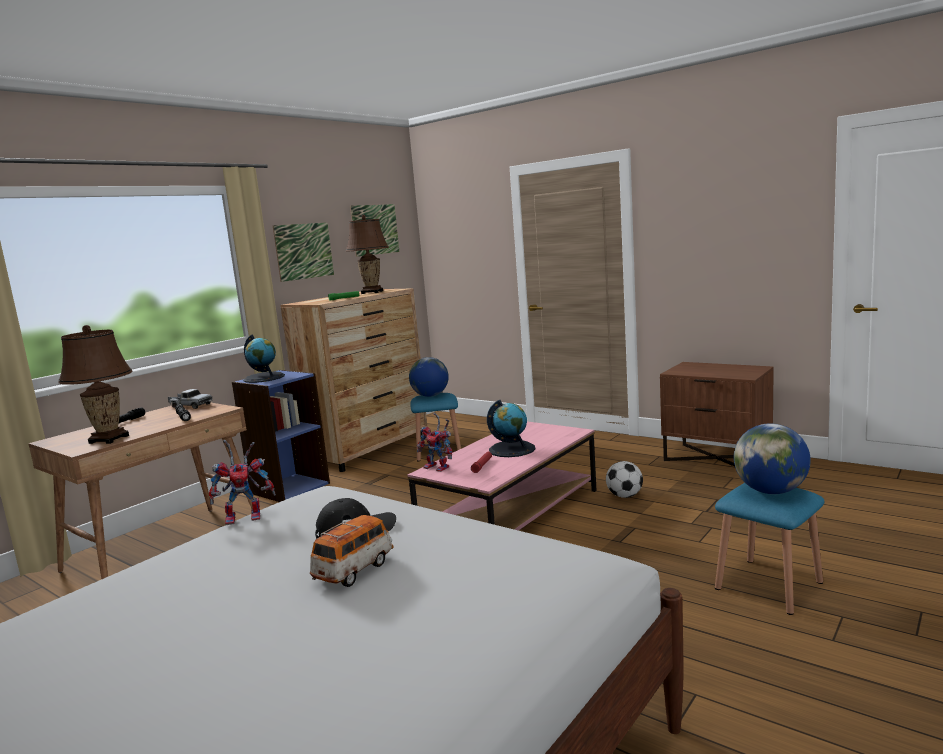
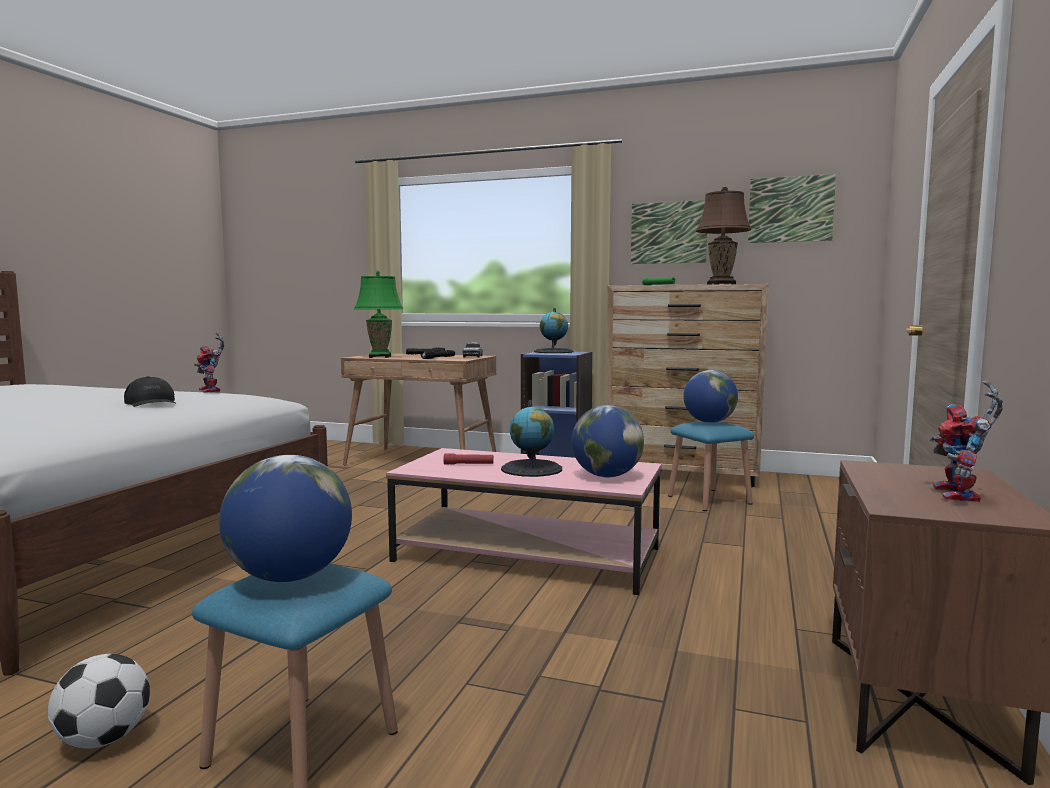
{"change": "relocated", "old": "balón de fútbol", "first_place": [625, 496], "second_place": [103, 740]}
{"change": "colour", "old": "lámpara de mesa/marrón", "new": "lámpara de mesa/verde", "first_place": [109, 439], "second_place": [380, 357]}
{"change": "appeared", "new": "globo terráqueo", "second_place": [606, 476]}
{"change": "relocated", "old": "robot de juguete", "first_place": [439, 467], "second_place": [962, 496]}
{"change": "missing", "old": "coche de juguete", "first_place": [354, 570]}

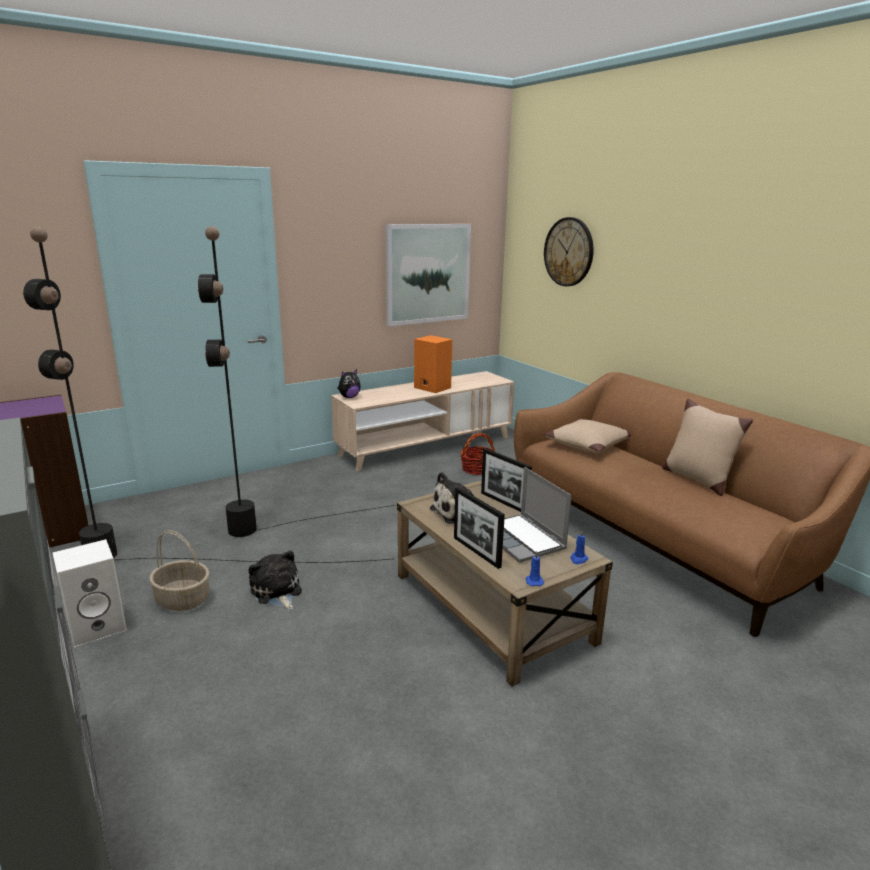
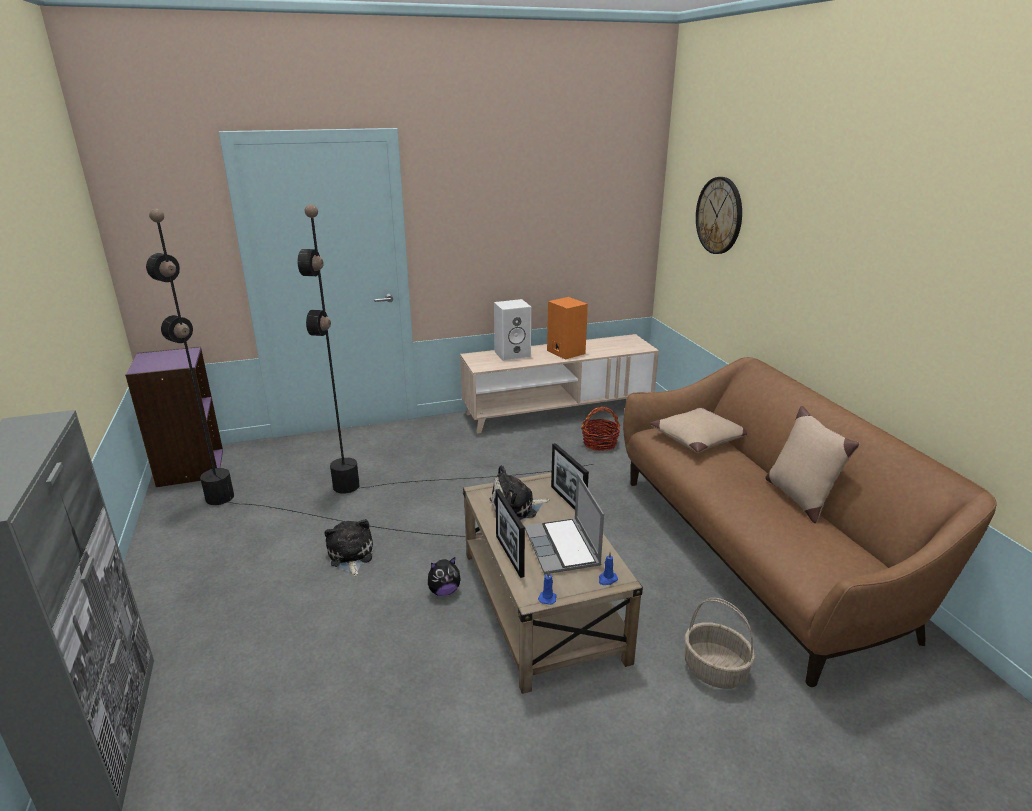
{"change": "relocated", "old": "peluche", "first_place": [349, 397], "second_place": [444, 591]}
{"change": "relocated", "old": "altavoz/blanco", "first_place": [98, 626], "second_place": [513, 354]}
{"change": "relocated", "old": "cesta", "first_place": [183, 599], "second_place": [715, 670]}
{"change": "missing", "old": "cuadro", "first_place": [428, 274]}

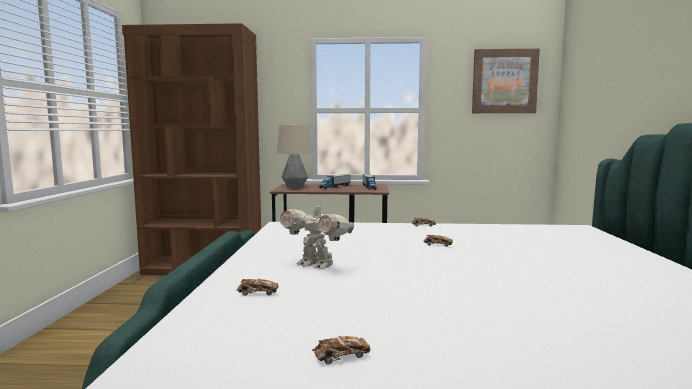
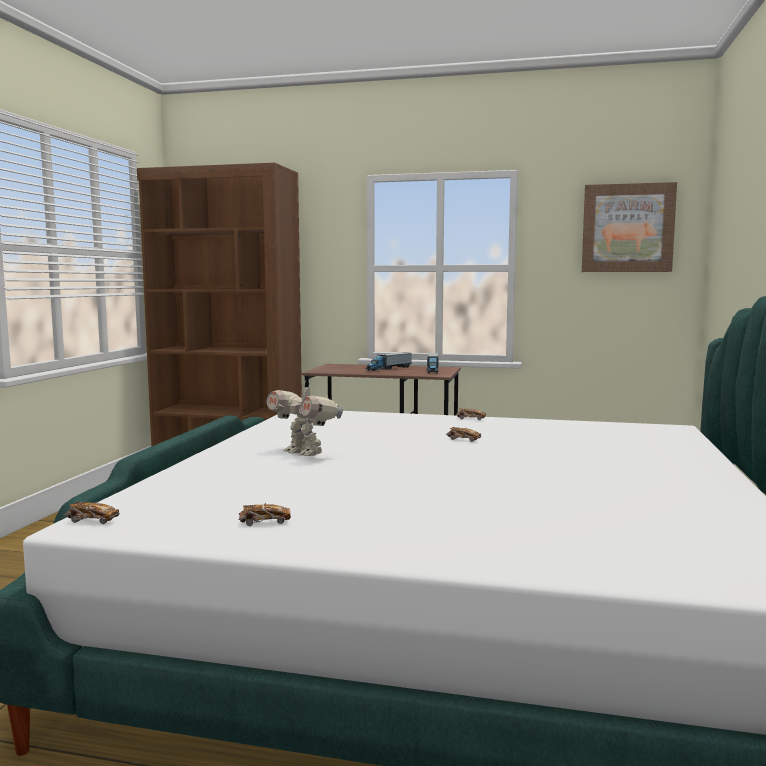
{"change": "relocated", "old": "coche de juguete", "first_place": [257, 293], "second_place": [92, 521]}
{"change": "missing", "old": "lámpara de mesa", "first_place": [294, 187]}

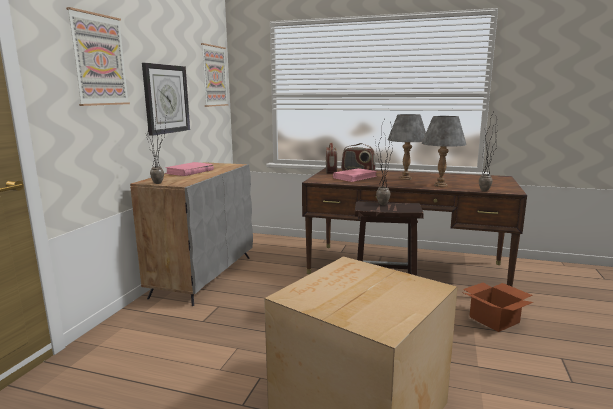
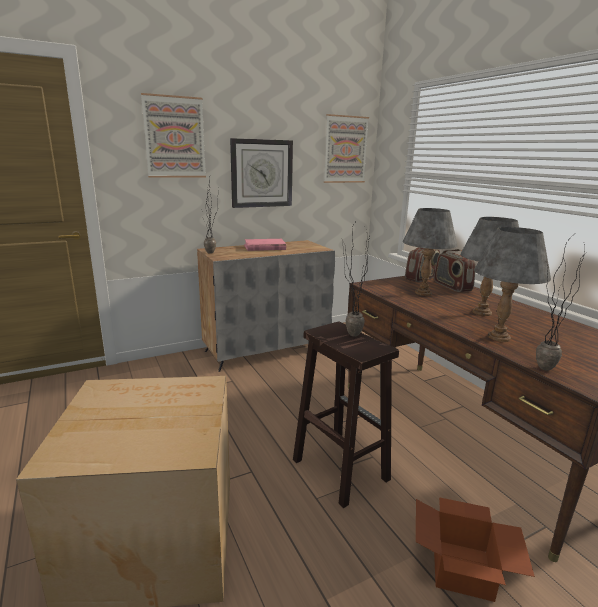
{"change": "exchanged", "old": "libro/rosa", "new": "lámpara de mesa/gris", "first_place": [355, 177], "second_place": [423, 293]}

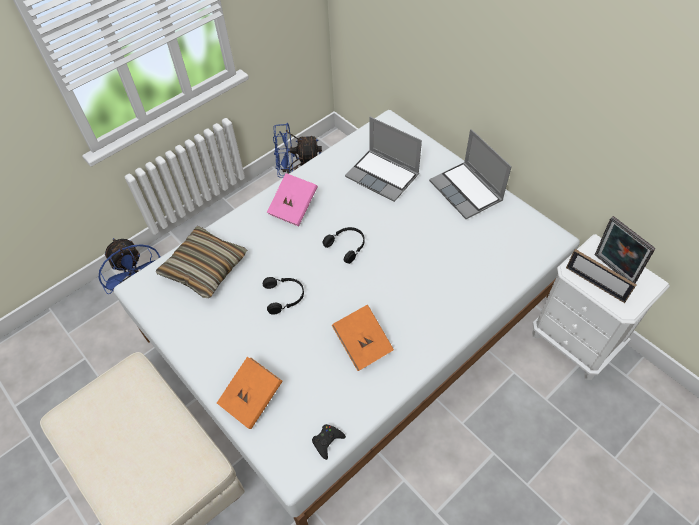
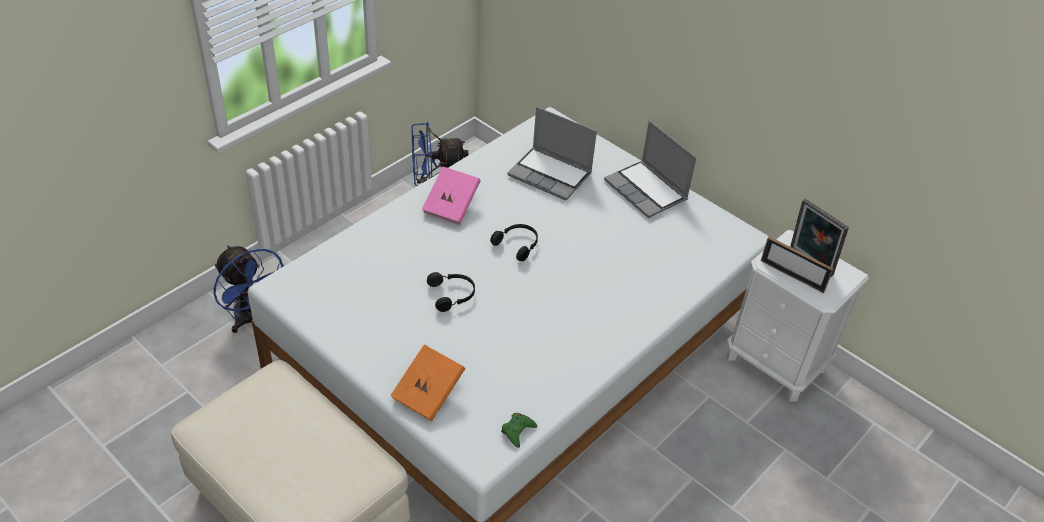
{"change": "colour", "old": "mando de consola/negro", "new": "mando de consola/verde", "first_place": [327, 441], "second_place": [517, 431]}
{"change": "missing", "old": "cojín", "first_place": [205, 268]}
{"change": "missing", "old": "libro/naranja", "first_place": [363, 344]}

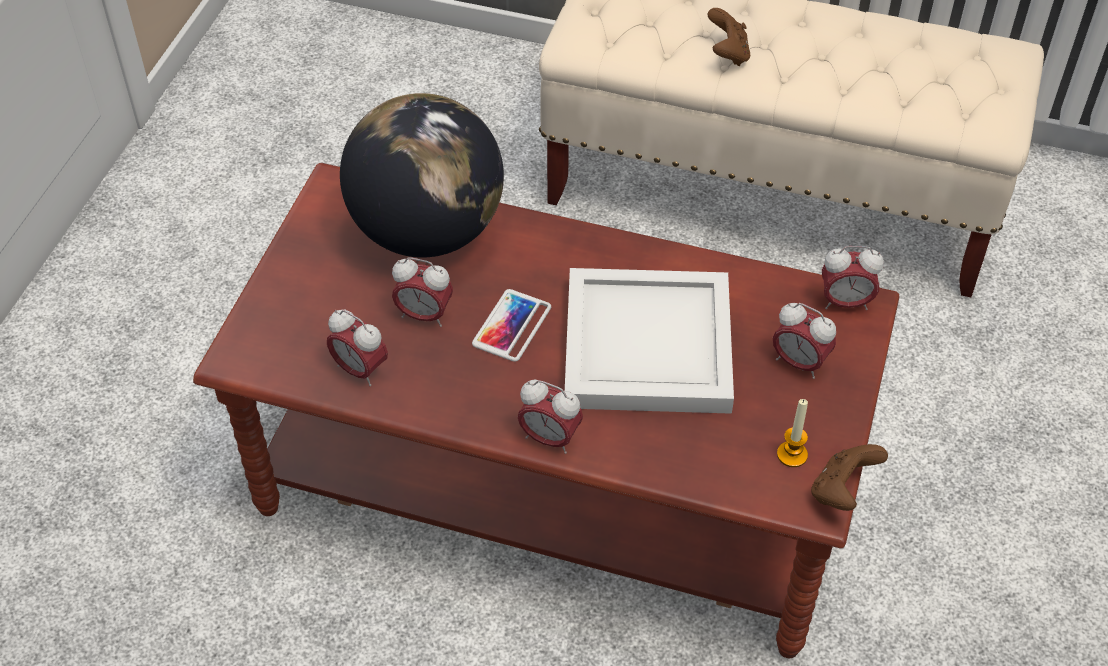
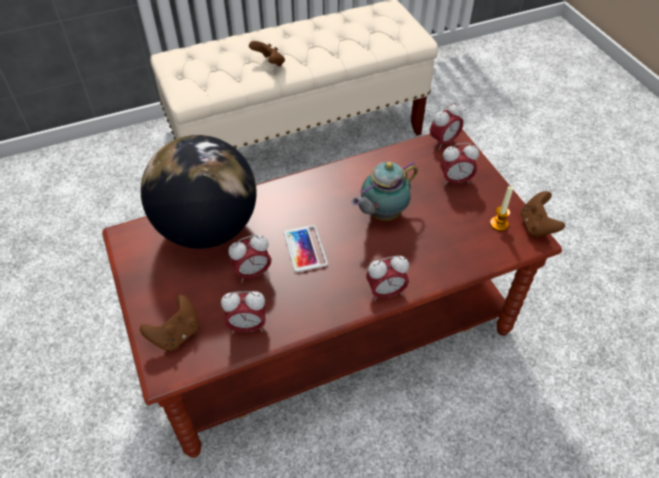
{"change": "appeared", "new": "mando de consola/marrón", "second_place": [176, 334]}
{"change": "exchanged", "old": "bandeja/blanco", "new": "tetera", "first_place": [650, 344], "second_place": [381, 214]}

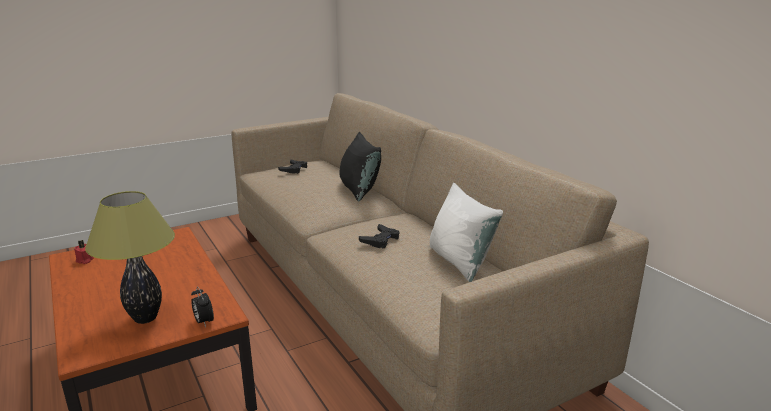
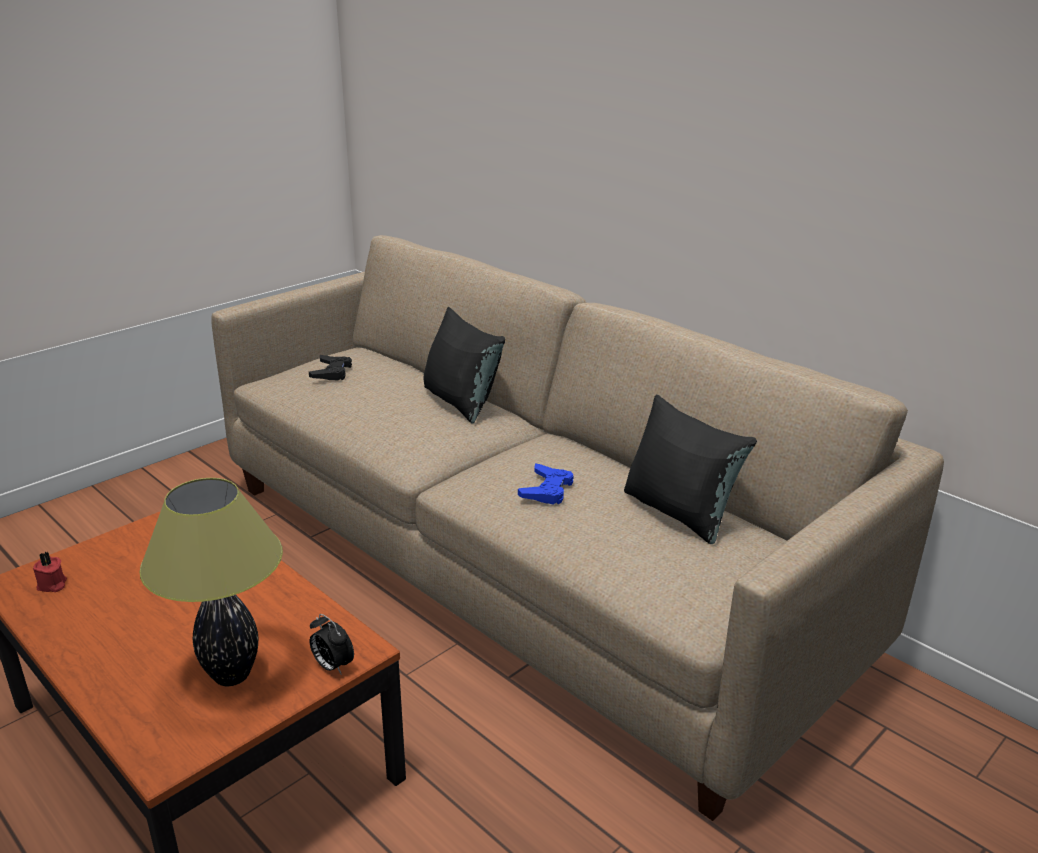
{"change": "colour", "old": "mando de consola/negro", "new": "mando de consola/azul", "first_place": [380, 240], "second_place": [547, 490]}
{"change": "colour", "old": "cojín/blanco", "new": "cojín/negro", "first_place": [460, 262], "second_place": [679, 512]}

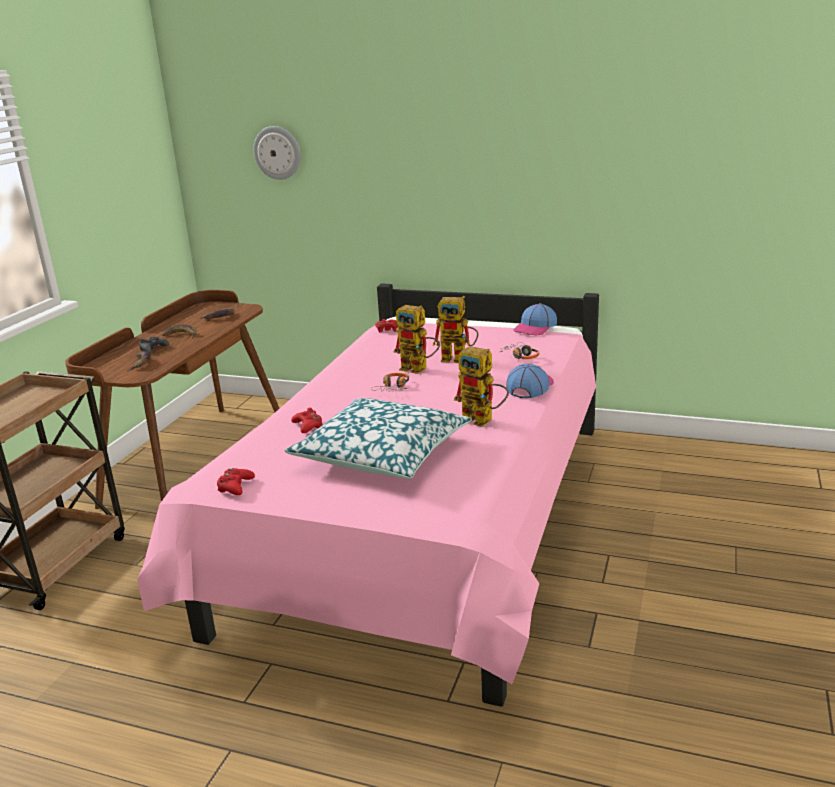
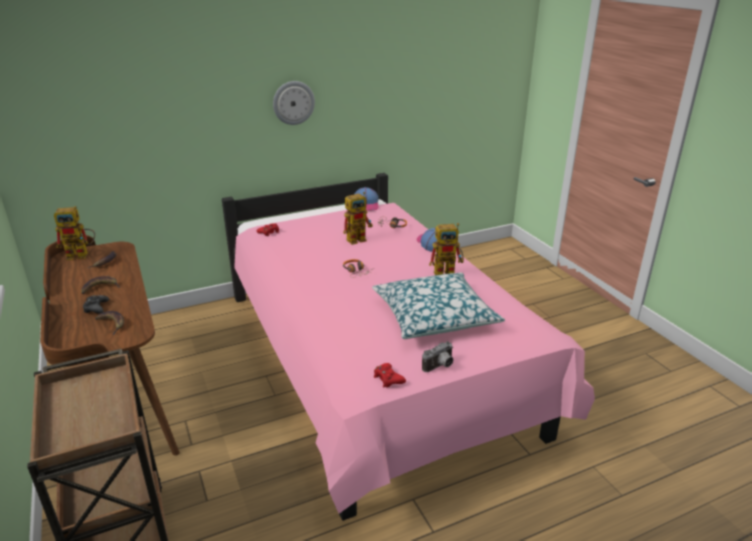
{"change": "relocated", "old": "robot de juguete", "first_place": [419, 369], "second_place": [82, 255]}
{"change": "relocated", "old": "reloj de pared", "first_place": [277, 152], "second_place": [293, 102]}
{"change": "appeared", "new": "cámara", "second_place": [440, 366]}
{"change": "missing", "old": "mando de consola/rojo", "first_place": [308, 426]}

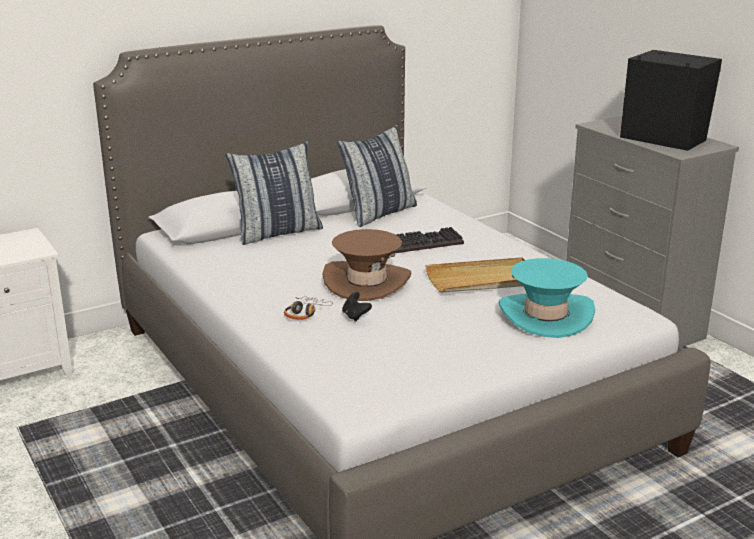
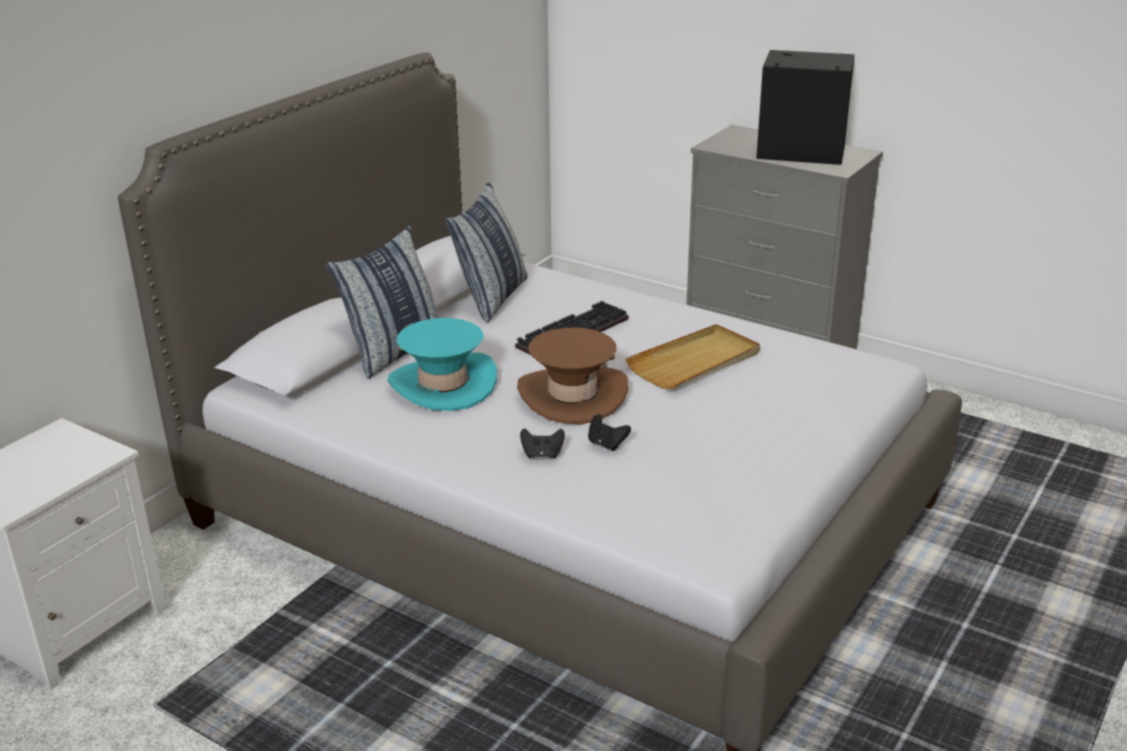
{"change": "relocated", "old": "sombrero/turquesa", "first_place": [545, 315], "second_place": [443, 384]}
{"change": "exchanged", "old": "auriculares", "new": "mando de consola/negro", "first_place": [305, 313], "second_place": [542, 455]}

